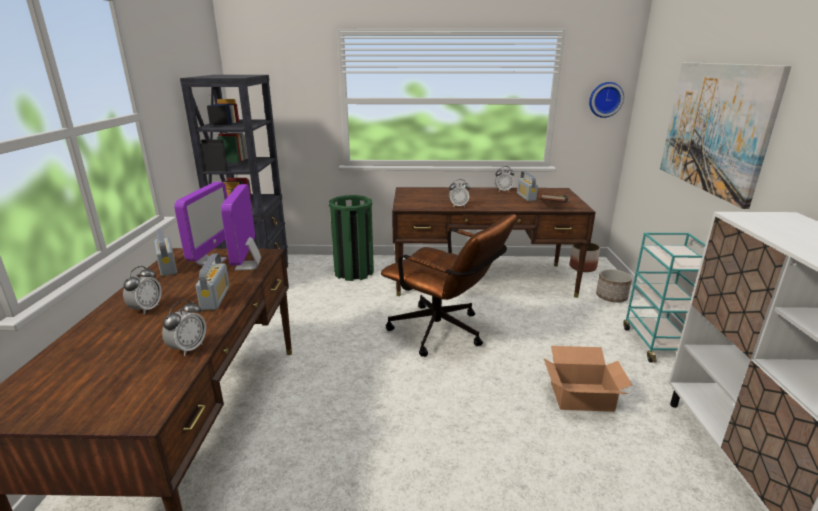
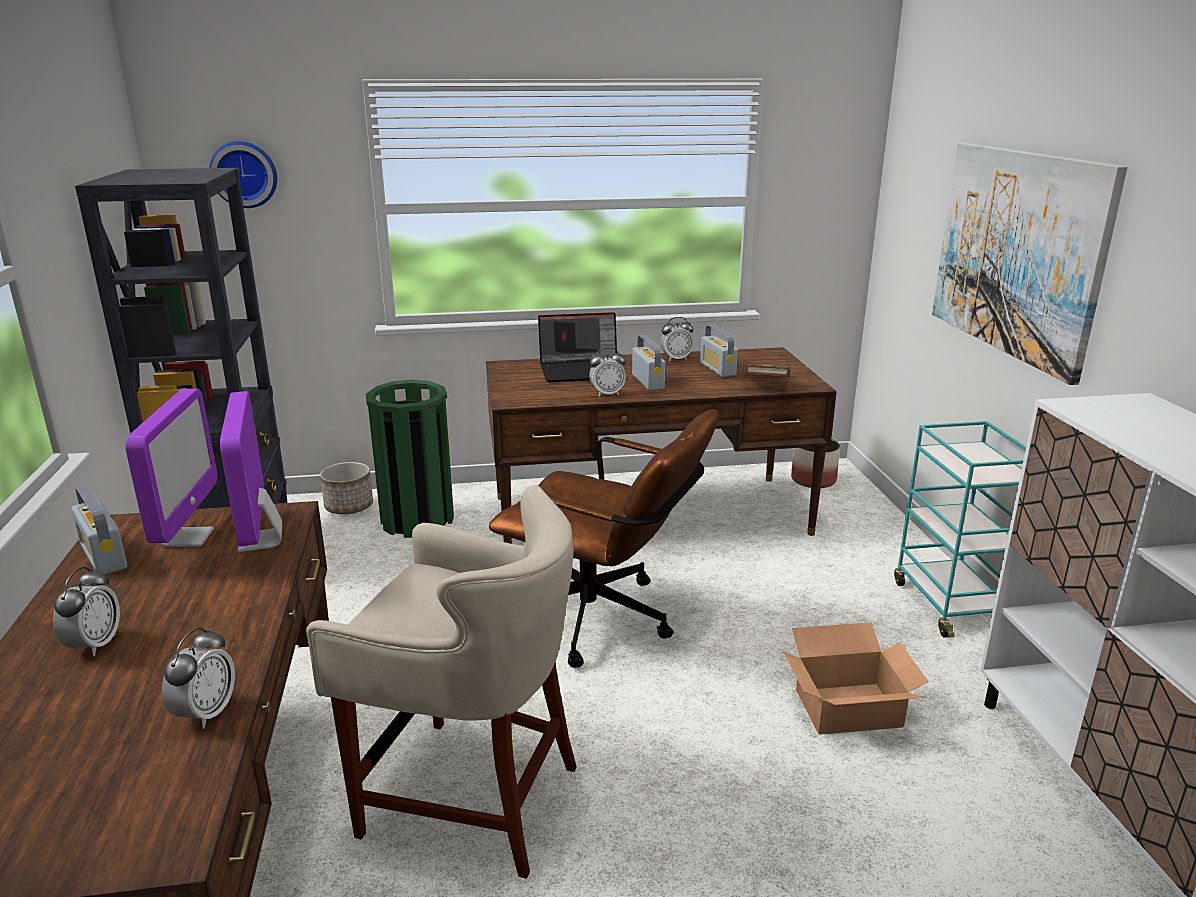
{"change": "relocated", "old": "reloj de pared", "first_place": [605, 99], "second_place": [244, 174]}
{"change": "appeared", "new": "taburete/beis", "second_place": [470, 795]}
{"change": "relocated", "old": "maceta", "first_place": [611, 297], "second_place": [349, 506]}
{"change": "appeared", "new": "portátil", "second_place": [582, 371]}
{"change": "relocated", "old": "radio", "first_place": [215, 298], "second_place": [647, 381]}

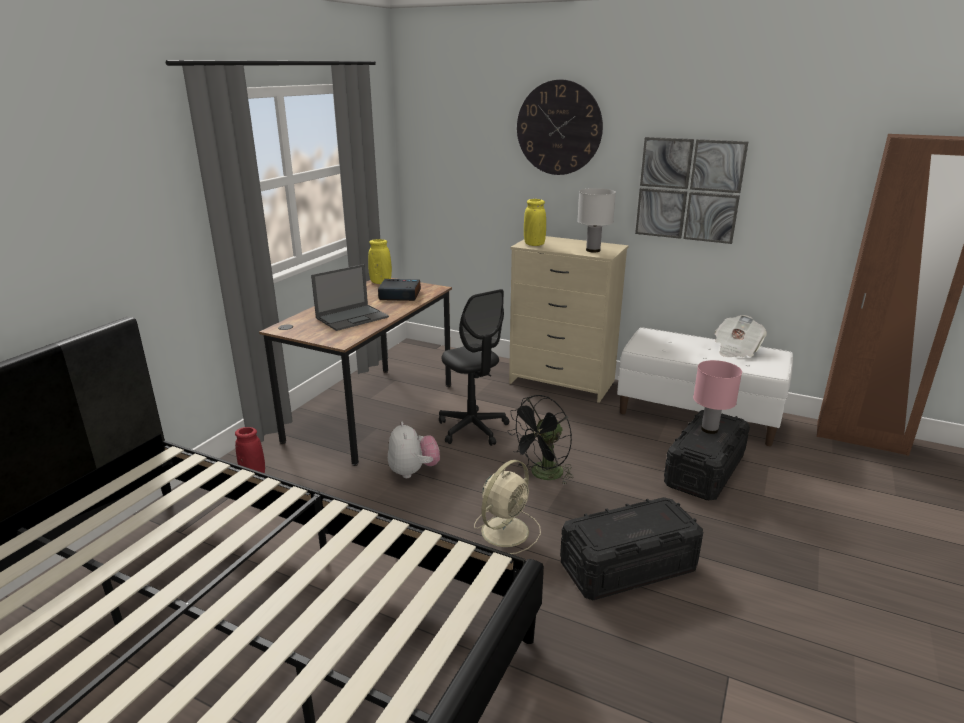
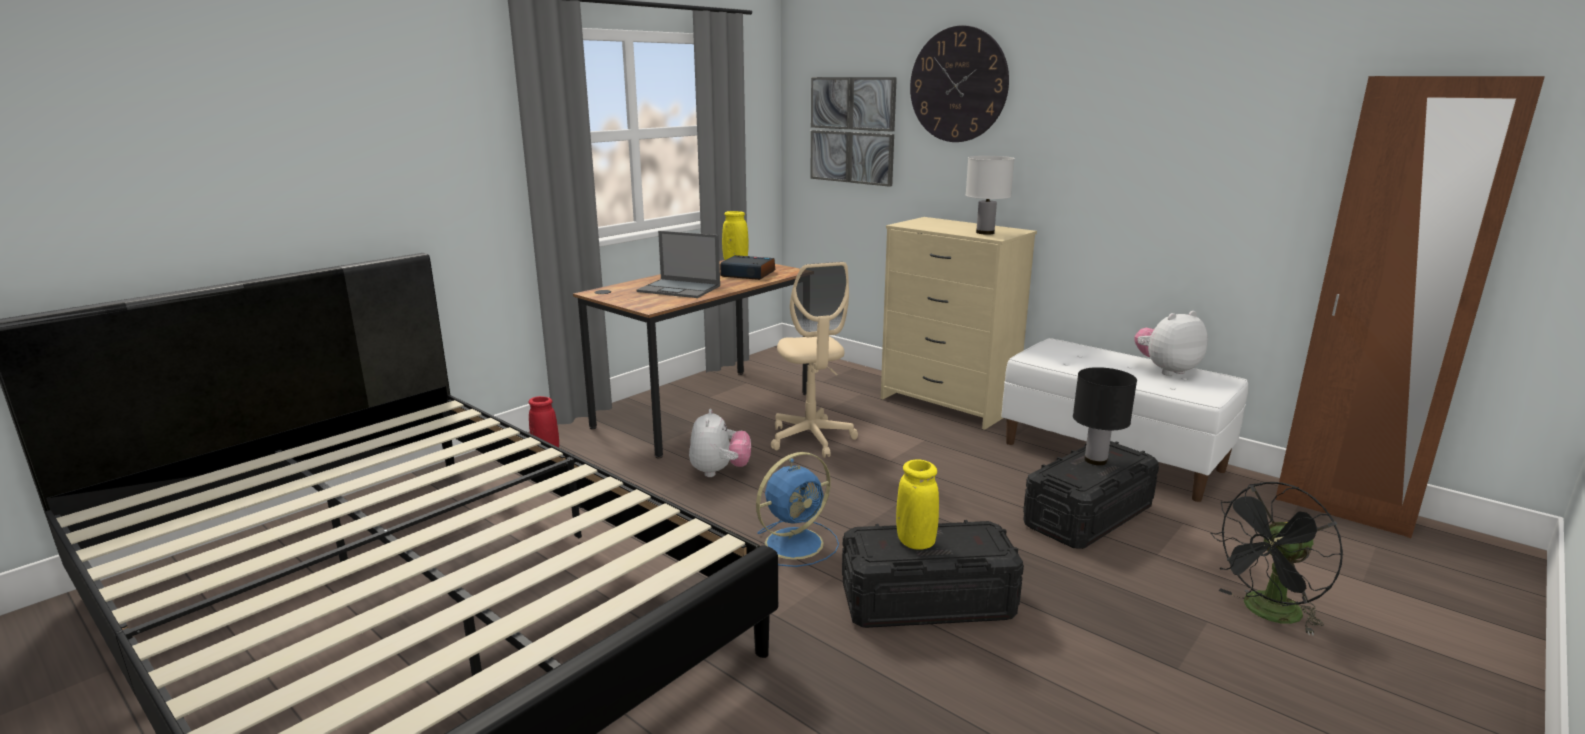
{"change": "spun", "old": "portátil", "first_place": [353, 317], "second_place": [680, 289], "degrees": 45}
{"change": "colour", "old": "ventilador/beis", "new": "ventilador/azul", "first_place": [506, 530], "second_place": [796, 542]}
{"change": "colour", "old": "silla de oficina/negro", "new": "silla de oficina/beis", "first_place": [473, 429], "second_place": [811, 439]}
{"change": "relocated", "old": "cuadro", "first_place": [689, 190], "second_place": [852, 130]}
{"change": "relocated", "old": "florero/amarillo", "first_place": [534, 244], "second_place": [915, 542]}
{"change": "colour", "old": "lámpara de mesa/rosa", "new": "lámpara de mesa/negro", "first_place": [709, 429], "second_place": [1095, 460]}
{"change": "exchanged", "old": "periódico", "new": "peluche", "first_place": [736, 349], "second_place": [1166, 370]}
{"change": "relocated", "old": "ventilador/negro", "first_place": [542, 475], "second_place": [1266, 614]}

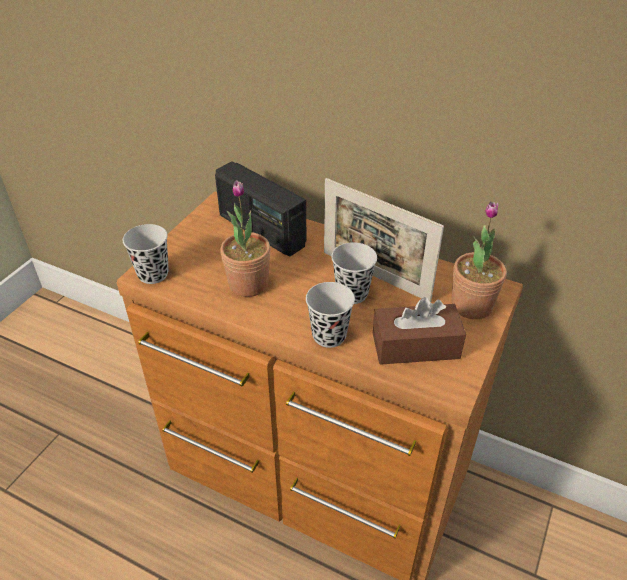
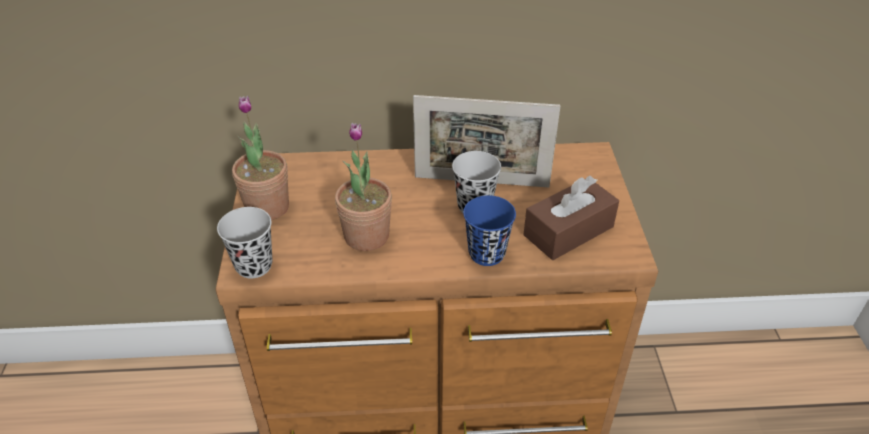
{"change": "relocated", "old": "planta en maceta", "first_place": [471, 305], "second_place": [267, 207]}
{"change": "colour", "old": "taza/negro", "new": "taza/azul", "first_place": [329, 336], "second_place": [486, 253]}
{"change": "missing", "old": "radio", "first_place": [261, 230]}

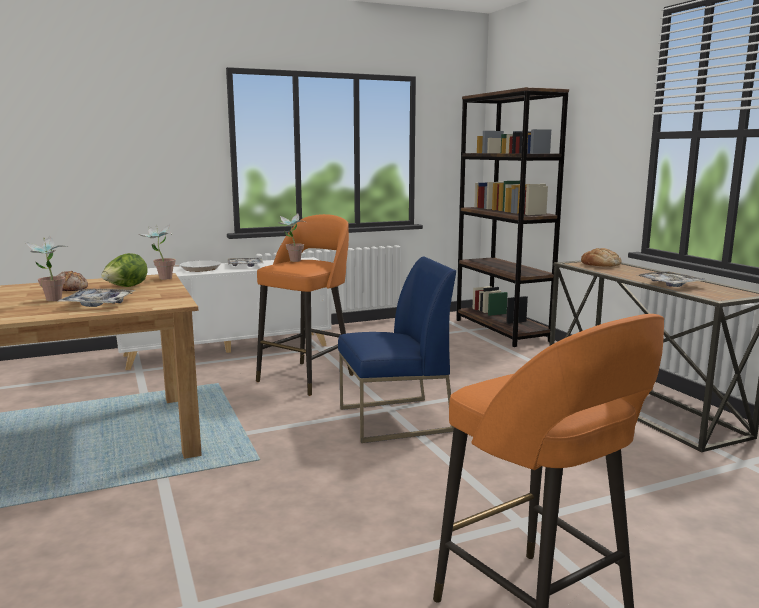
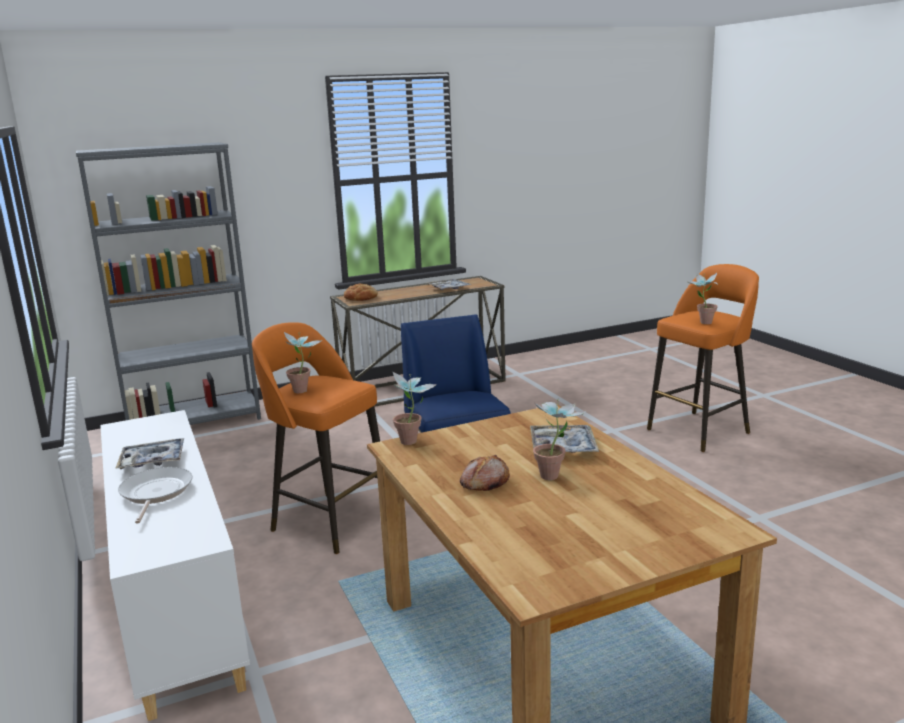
{"change": "colour", "old": "estantería/marrón", "new": "estantería/gris", "first_place": [501, 330], "second_place": [194, 422]}
{"change": "appeared", "new": "planta en maceta", "second_place": [702, 323]}
{"change": "missing", "old": "lechuga", "first_place": [125, 287]}

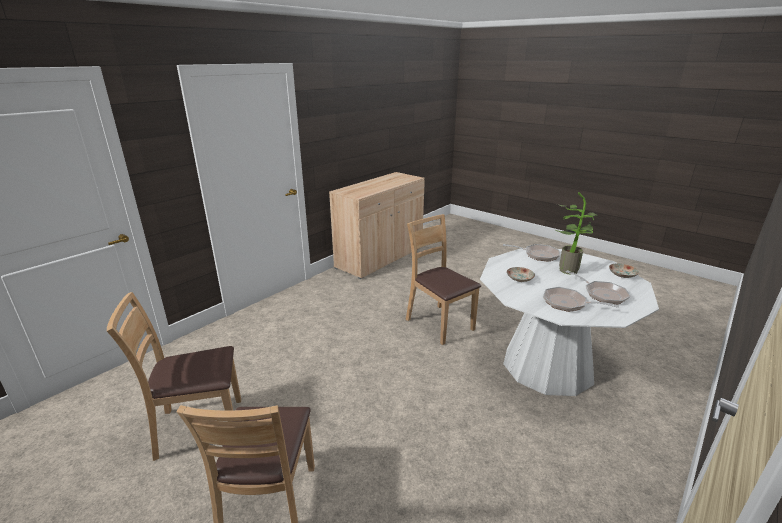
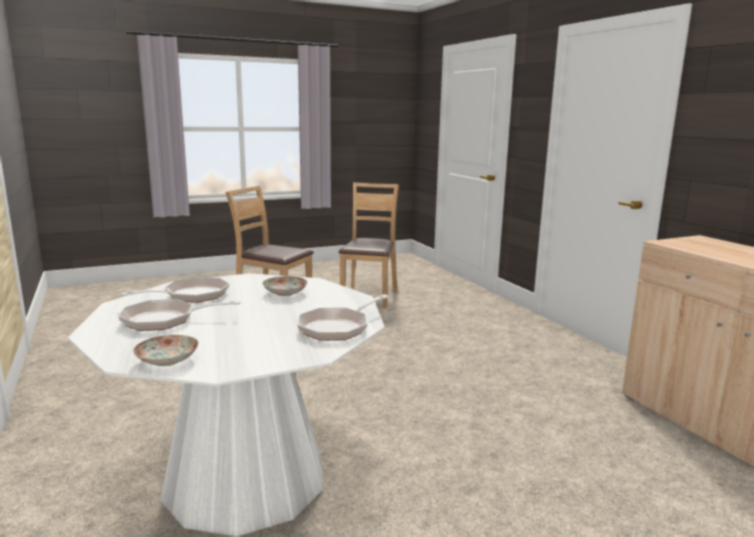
{"change": "missing", "old": "silla/marrón", "first_place": [439, 323]}
{"change": "missing", "old": "planta en maceta", "first_place": [568, 269]}

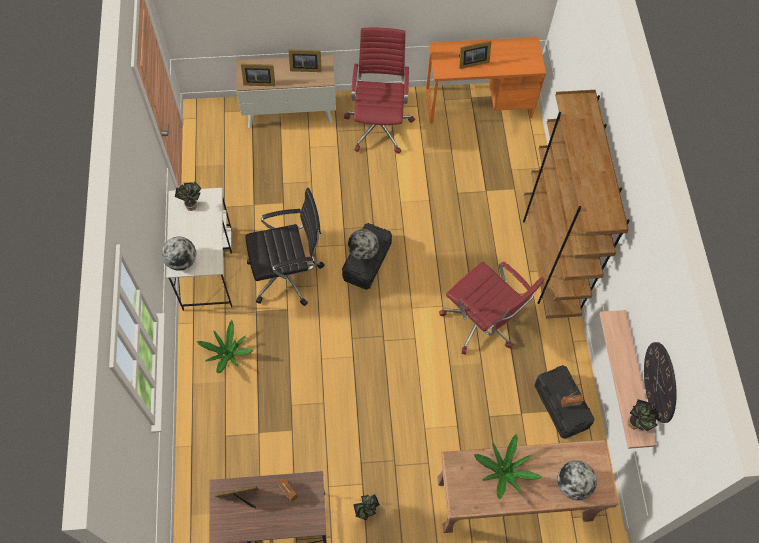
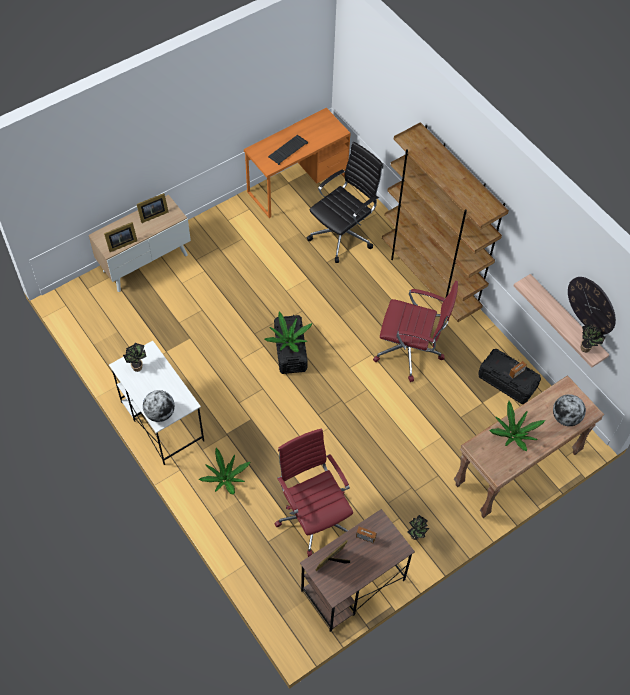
{"change": "exchanged", "old": "globo terráqueo", "new": "planta en maceta", "first_place": [363, 252], "second_place": [288, 341]}
{"change": "exchanged", "old": "portarretratos", "new": "teclado", "first_place": [472, 62], "second_place": [288, 150]}
{"change": "relocated", "old": "silla de oficina/rojo", "first_place": [379, 125], "second_place": [314, 516]}
{"change": "relocated", "old": "silla de oficina/negro", "first_place": [288, 274], "second_place": [343, 234]}

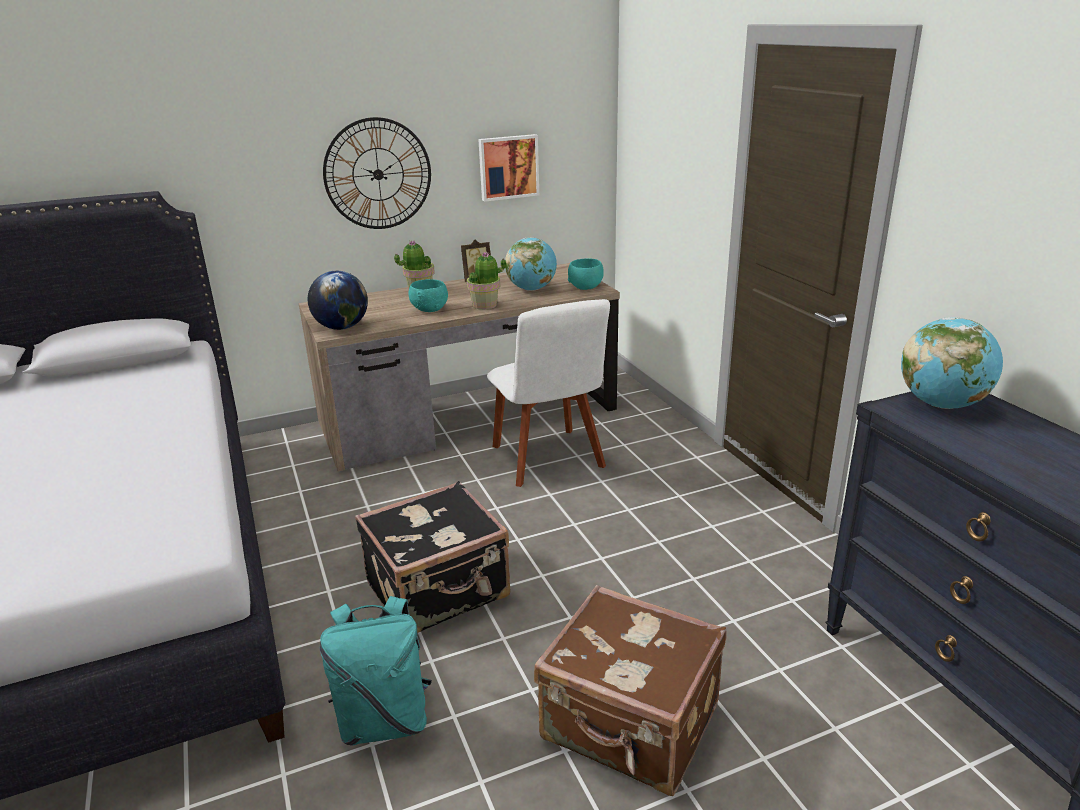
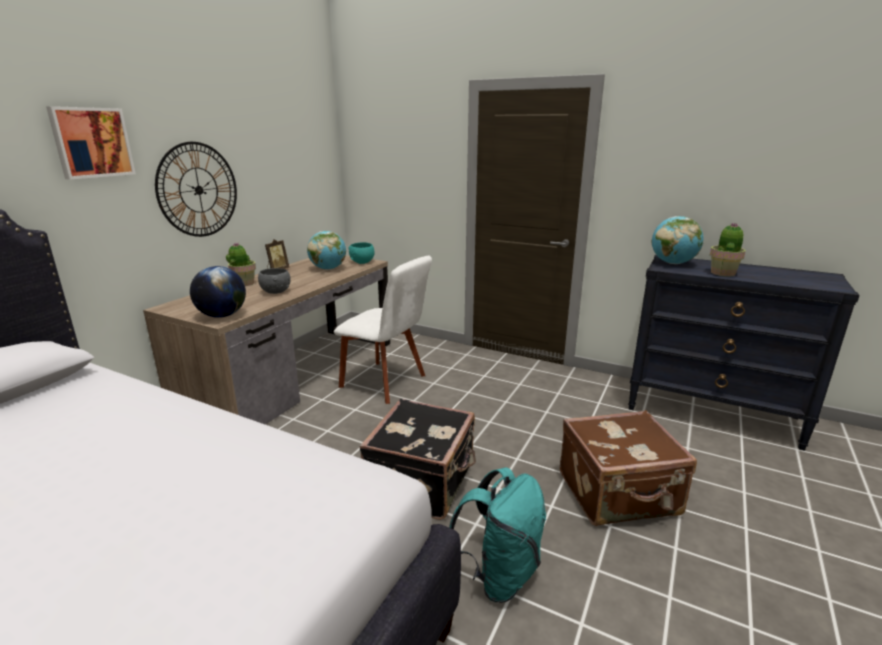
{"change": "relocated", "old": "cuadro", "first_place": [508, 167], "second_place": [91, 142]}
{"change": "colour", "old": "cuenco/turquesa", "new": "cuenco/gris", "first_place": [430, 309], "second_place": [276, 292]}
{"change": "relocated", "old": "planta en maceta", "first_place": [485, 305], "second_place": [723, 273]}

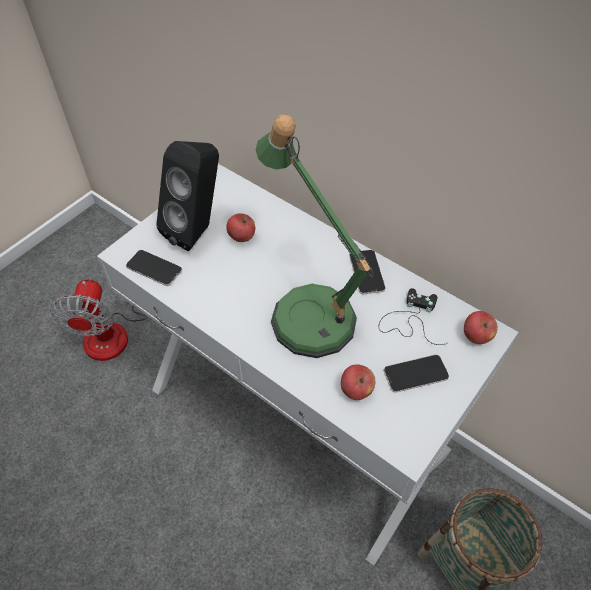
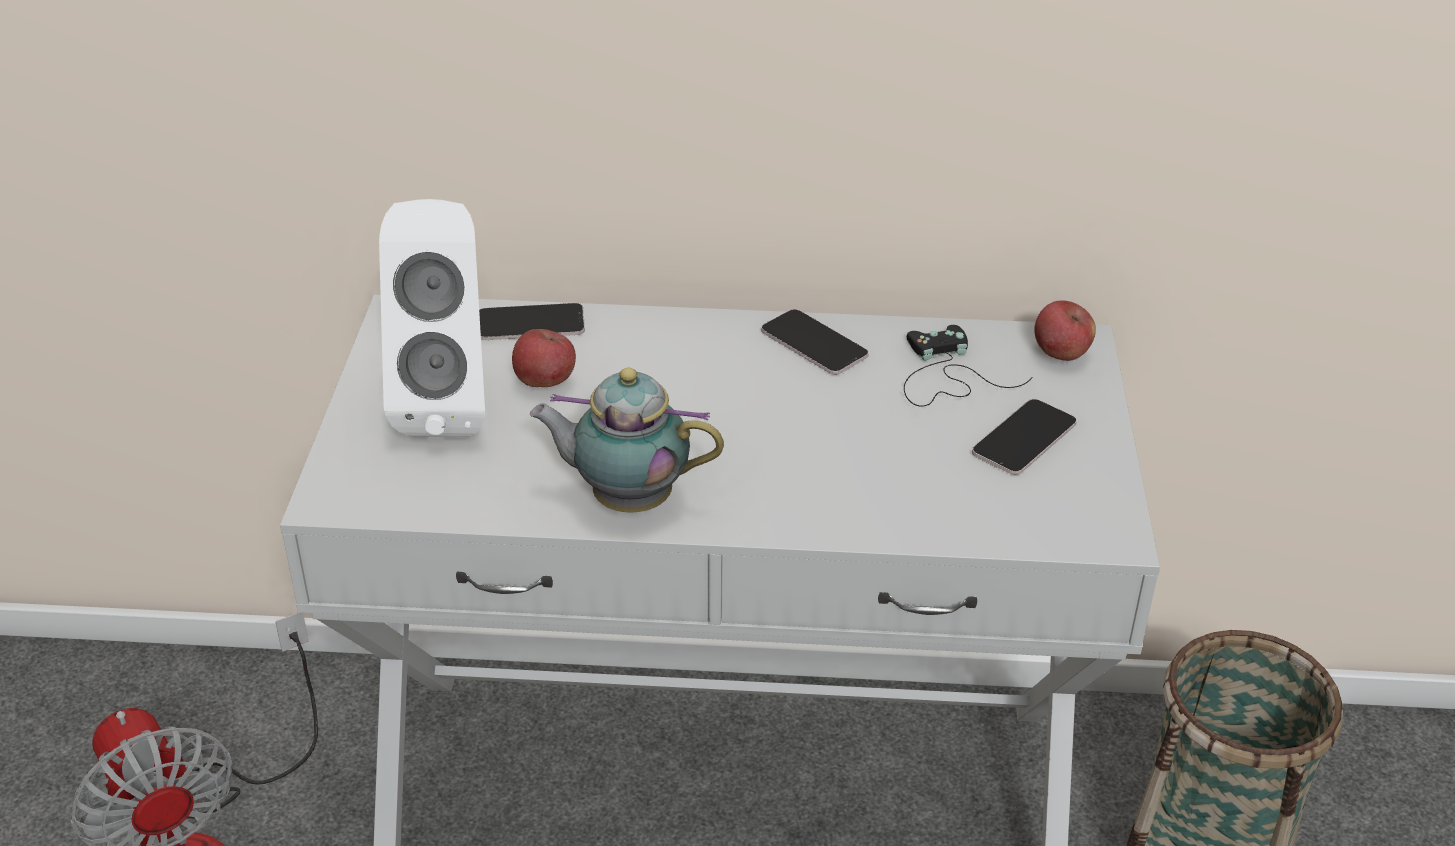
{"change": "colour", "old": "altavoz/negro", "new": "altavoz/blanco", "first_place": [198, 230], "second_place": [449, 404]}
{"change": "relocated", "old": "móvil", "first_place": [154, 268], "second_place": [530, 324]}
{"change": "appeared", "new": "tetera", "second_place": [627, 499]}
{"change": "missing", "old": "lámpara de mesa", "first_place": [308, 309]}
{"change": "missing", "old": "manzana", "first_place": [356, 390]}

